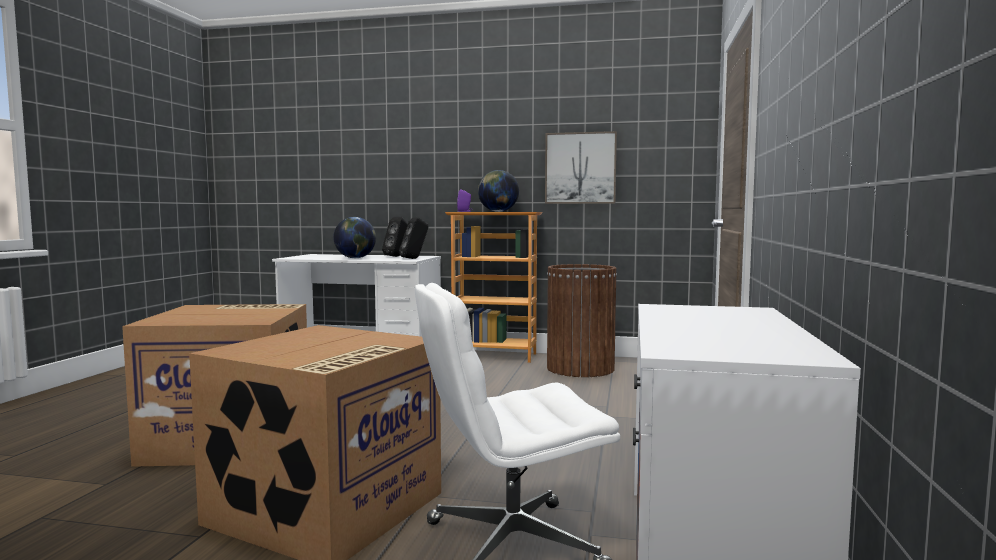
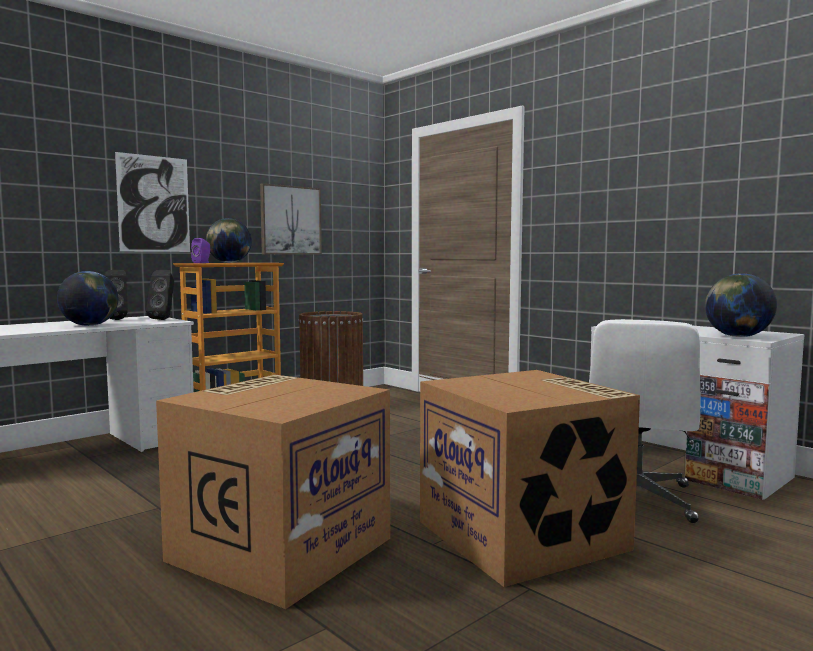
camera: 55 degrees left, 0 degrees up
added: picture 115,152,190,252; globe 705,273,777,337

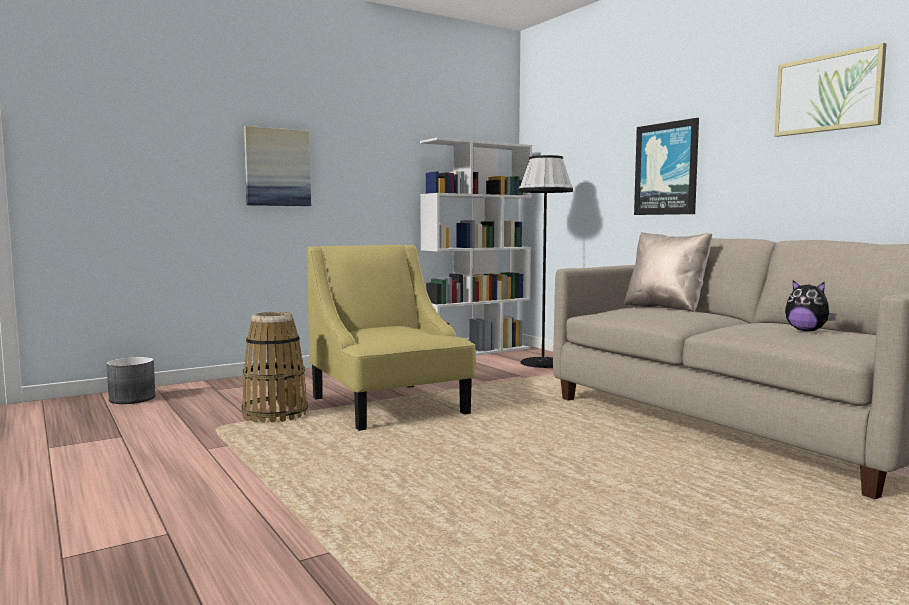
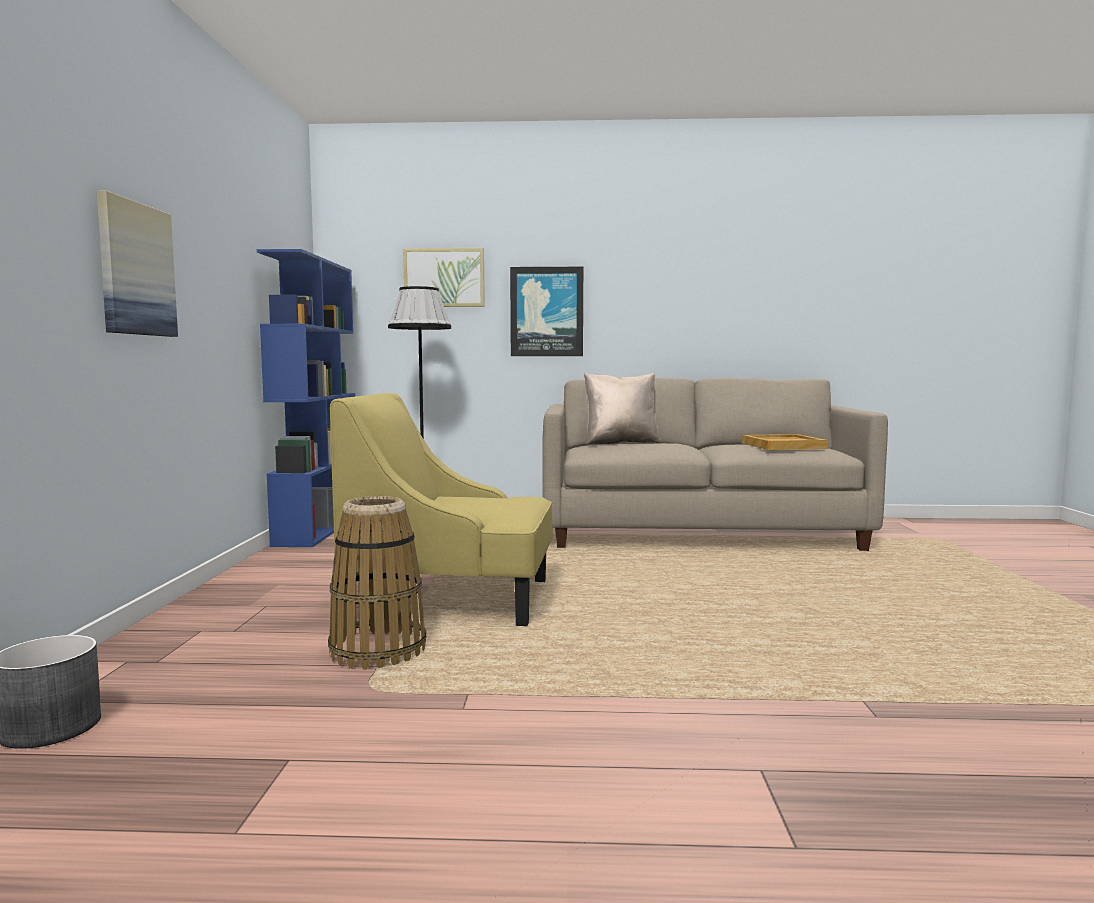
camera: 55 degrees left, 0 degrees up
moved: picture 774,43,887,137 to 403,248,485,307
replaced: plush toy 785,280,836,331 to beige tray 742,434,828,450
recoloured: white bookcase 420,137,532,355 to blue bookcase 257,249,355,547

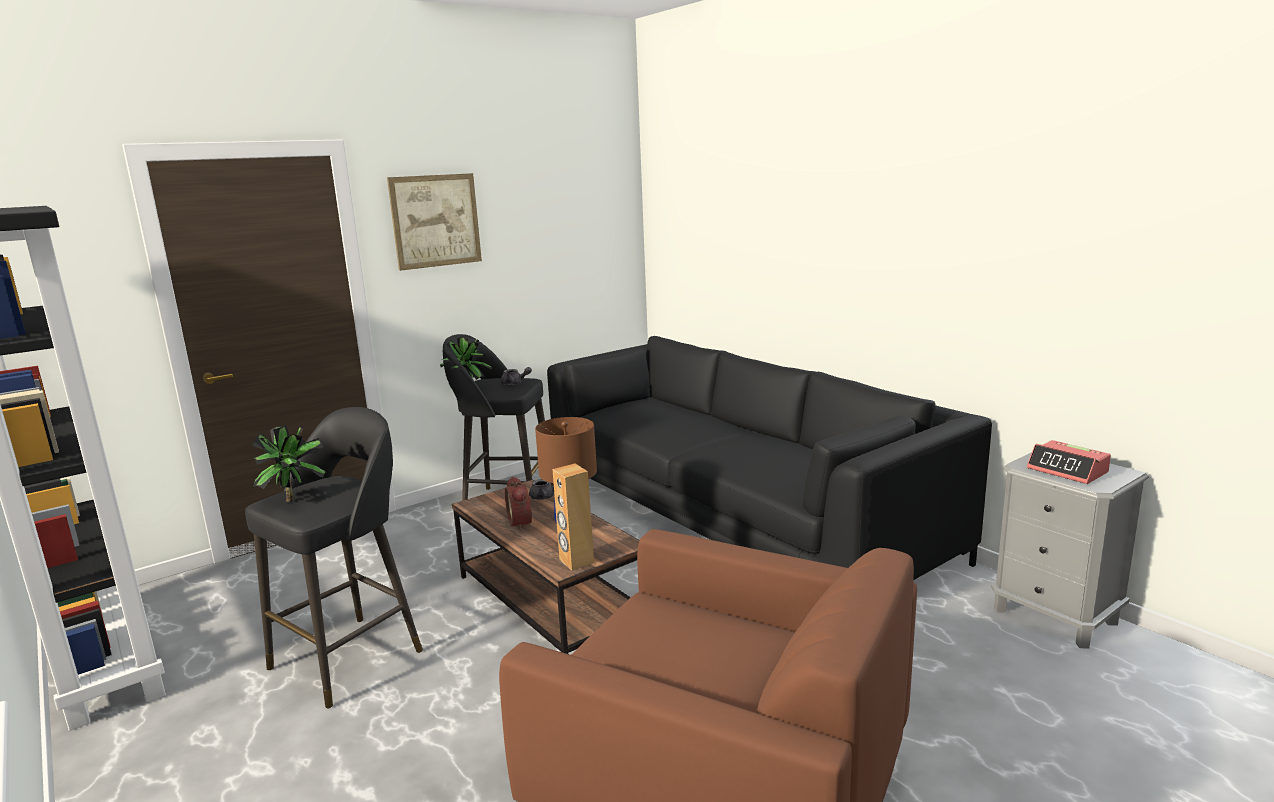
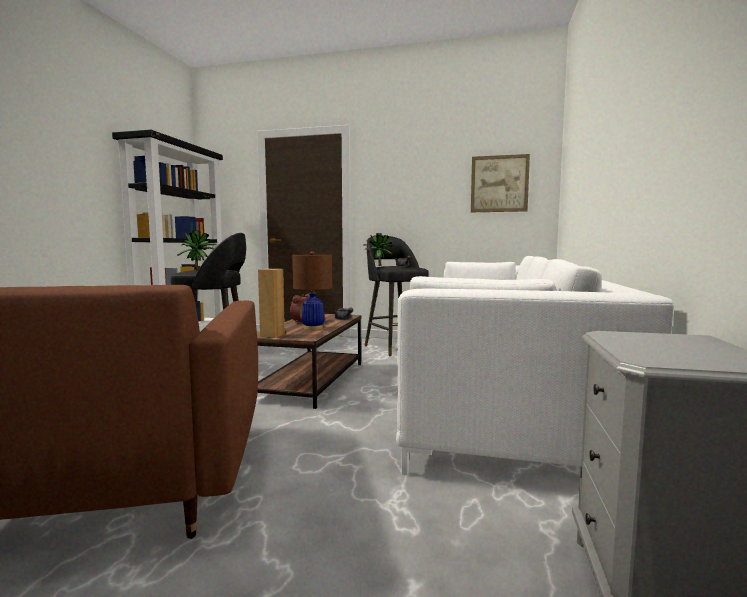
camera: 50 degrees right, 10 degrees down
removed: alarm clock 1027,440,1111,484
moved: picture 387,173,482,271 to 471,154,530,212
recoloured: black sofa 547,336,992,580 to white sofa 396,256,674,475

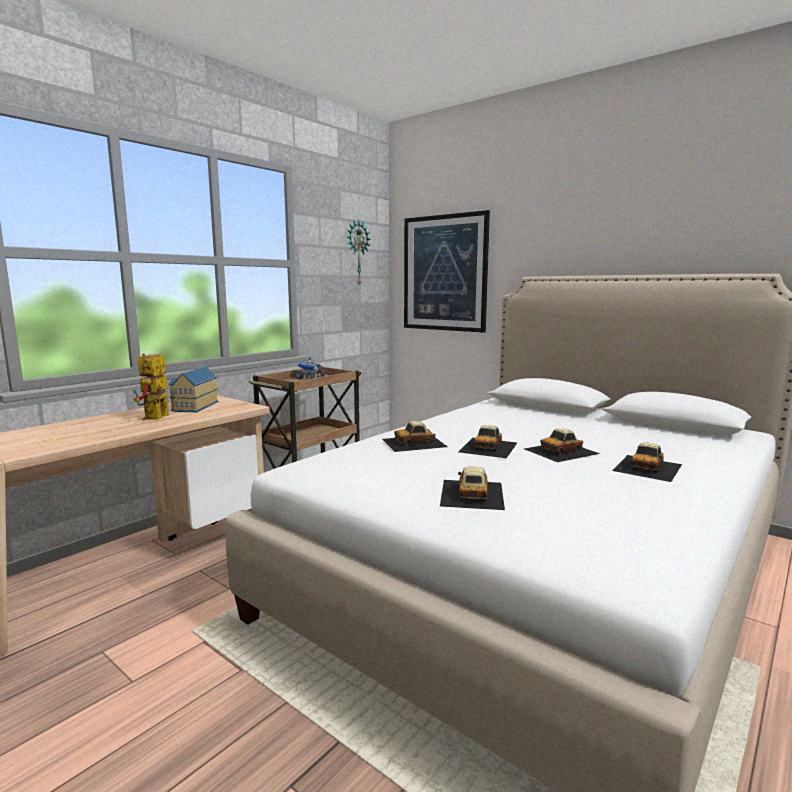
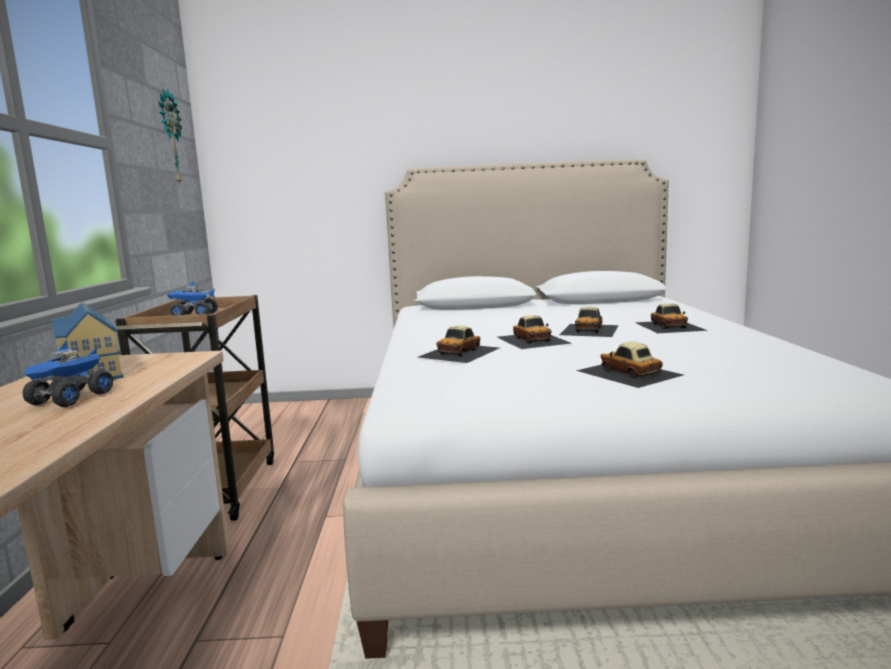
camera: 40 degrees left, 0 degrees up
removed: picture 404,210,490,333
replaced: toy robot 133,353,169,420 to toy truck 23,340,113,407

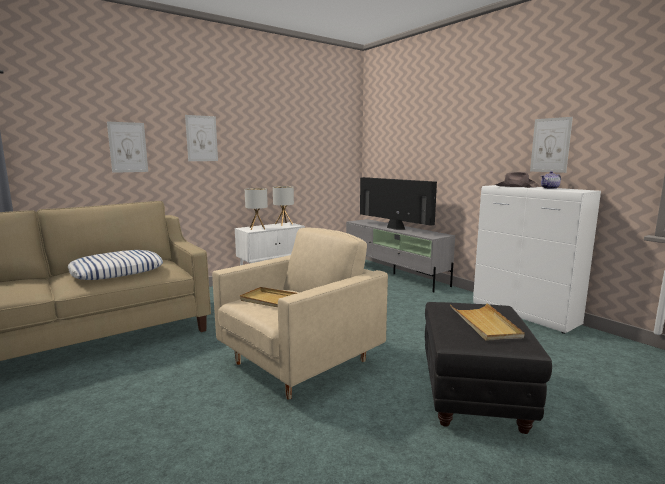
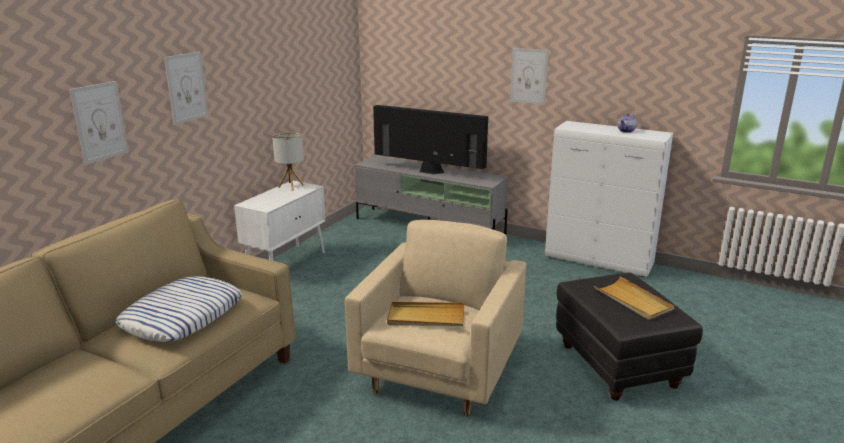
camera: 25 degrees left, 10 degrees up
removed: table lamp 245,188,268,230; brown hat 495,172,539,188
moved: picture 530,117,573,173 to 510,48,548,105

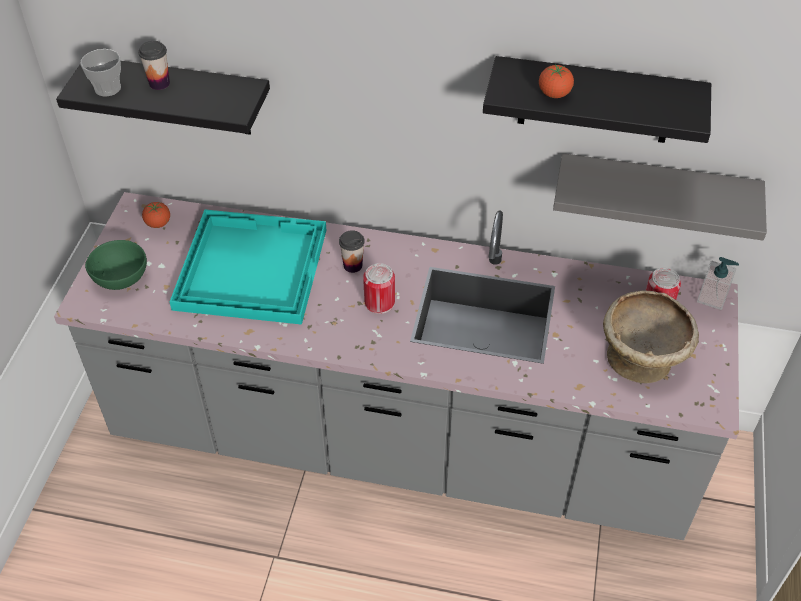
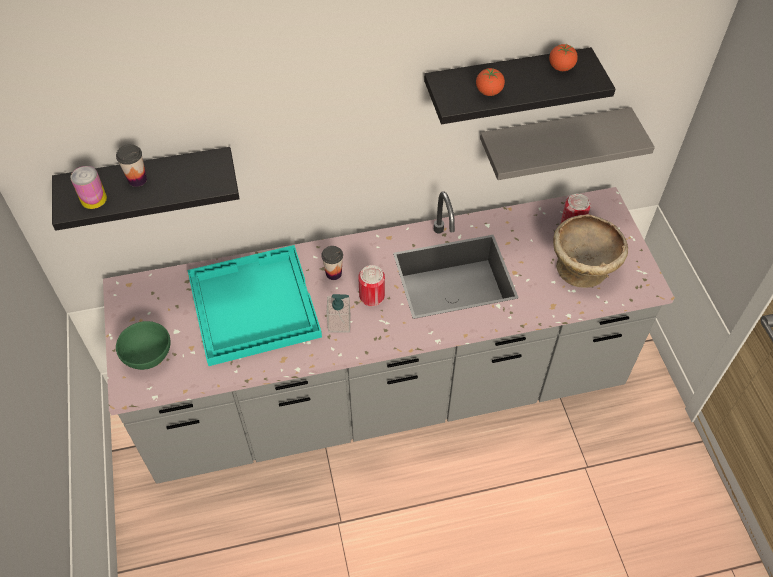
camera: 25 degrees left, 5 degrees up
moved: tomato 142,202,170,228 to 549,44,578,71; soap dispenser 697,257,739,310 to 326,294,350,332
replaced: cup 80,49,121,97 to can 70,166,107,209

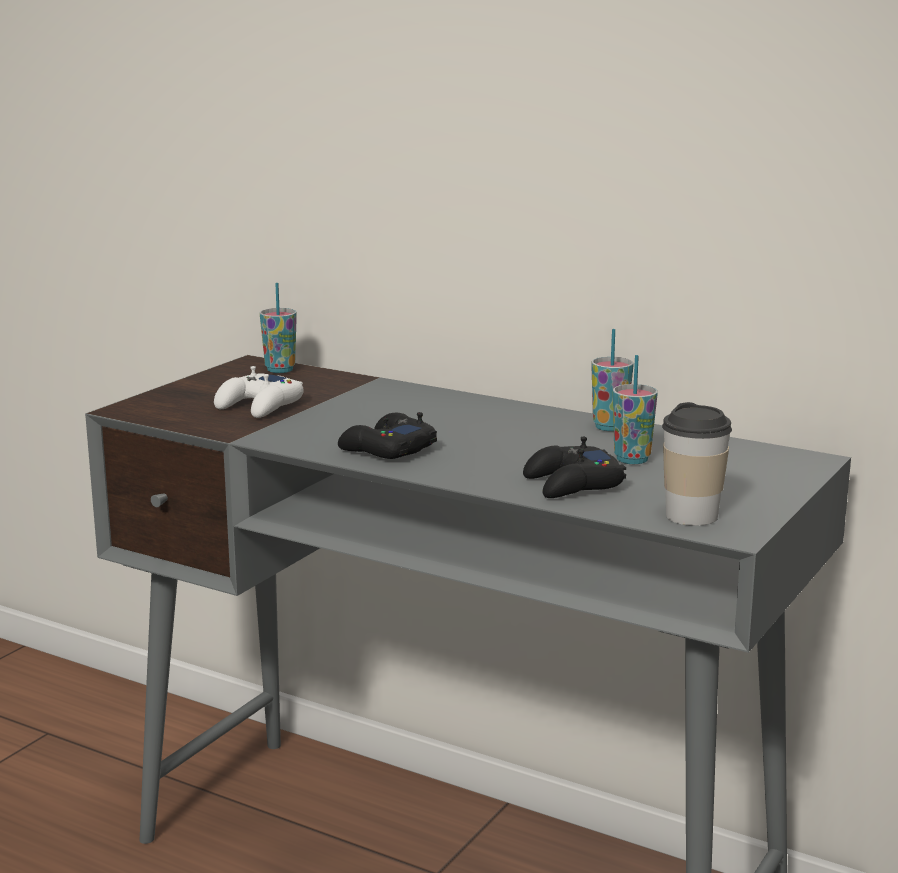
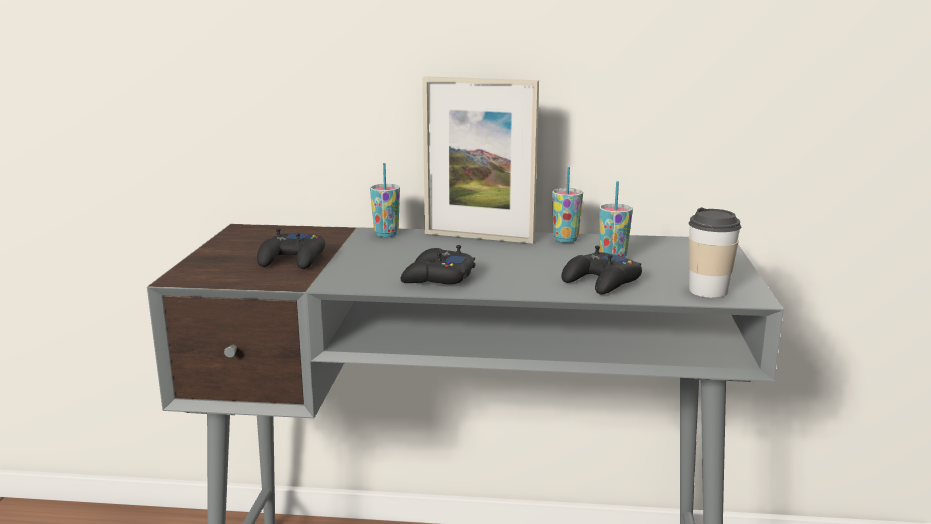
camera: 25 degrees left, 0 degrees up
added: picture frame 422,76,539,244
moved: cup 260,283,297,373 to 370,163,400,237
recoloured: white game controller 214,366,304,418 to black game controller 257,228,325,269

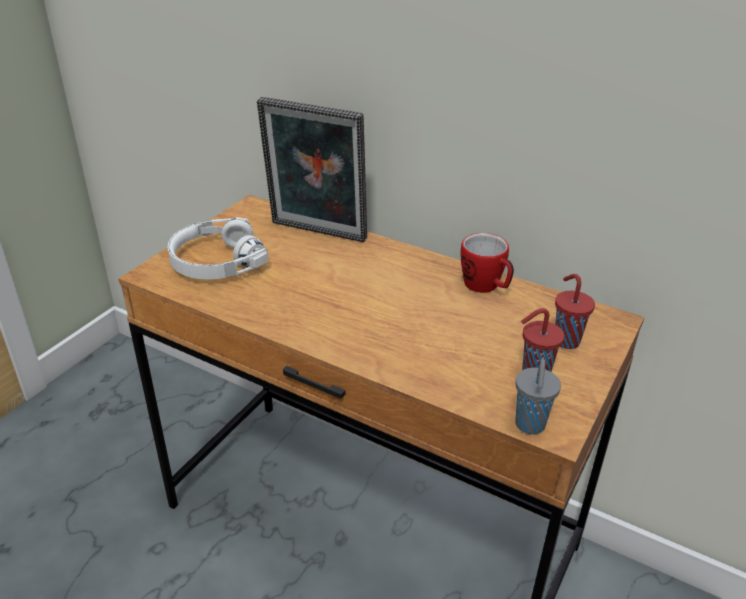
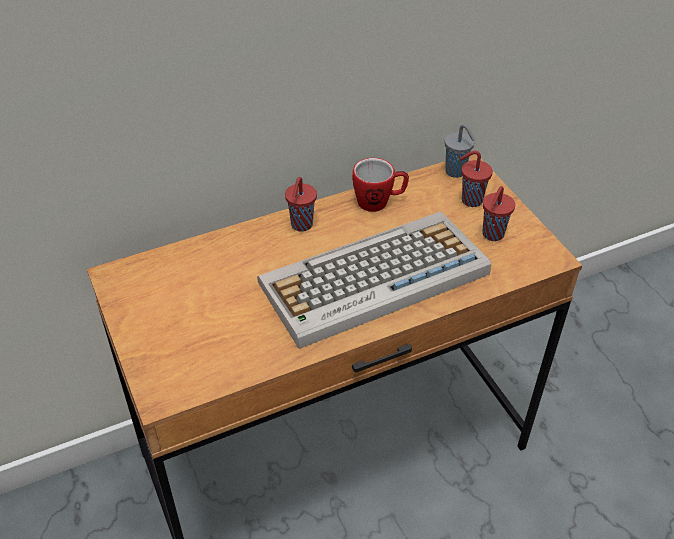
camera: 55 degrees left, 10 degrees up
removed: white headphones 168,217,268,279; picture frame 257,97,367,242
added: keyboard 257,211,491,349; red cup 285,177,317,232
moved: grey cup 515,359,561,434 to 444,124,475,178

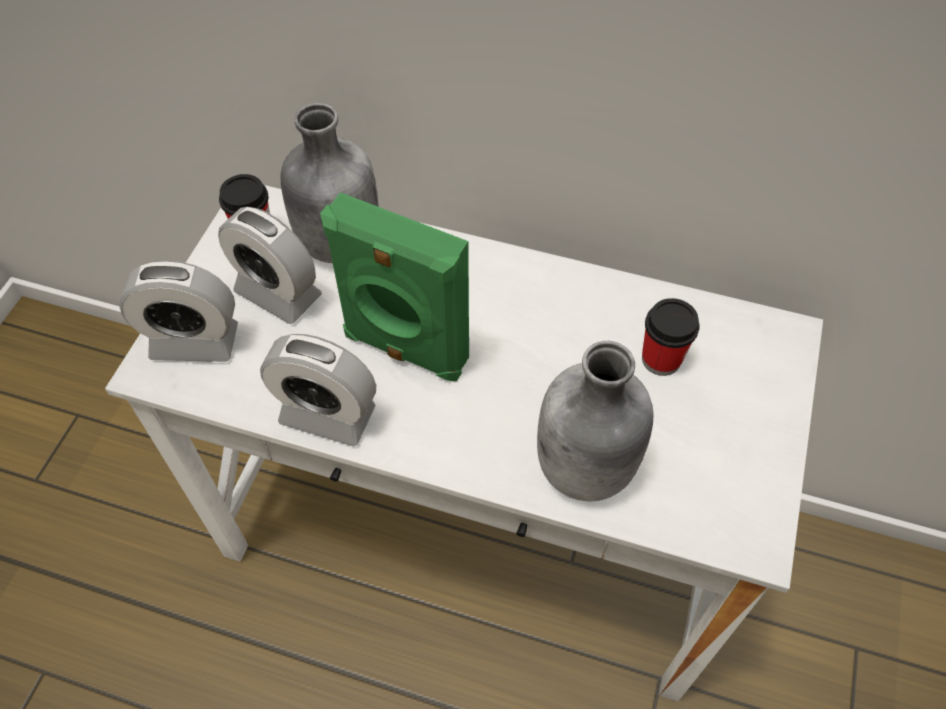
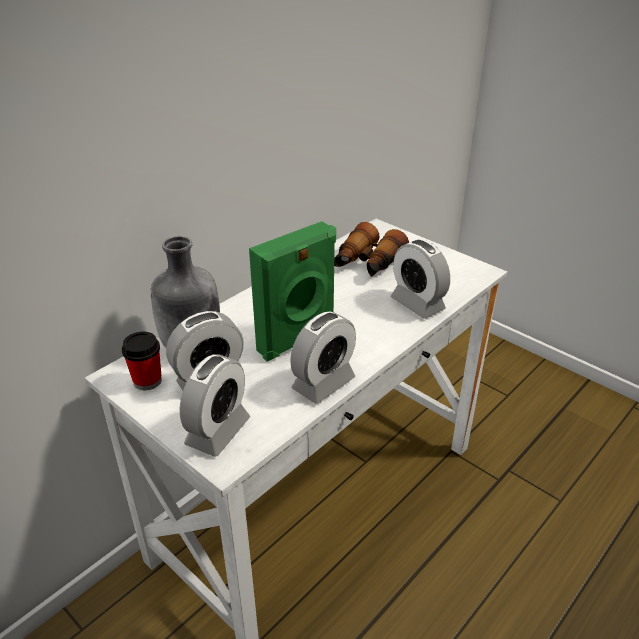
camera: 65 degrees left, 20 degrees down
replaced: grey bottle 537,341,654,501 to alarm clock 391,239,450,319; cup 642,298,700,376 to binoculars 334,222,409,277

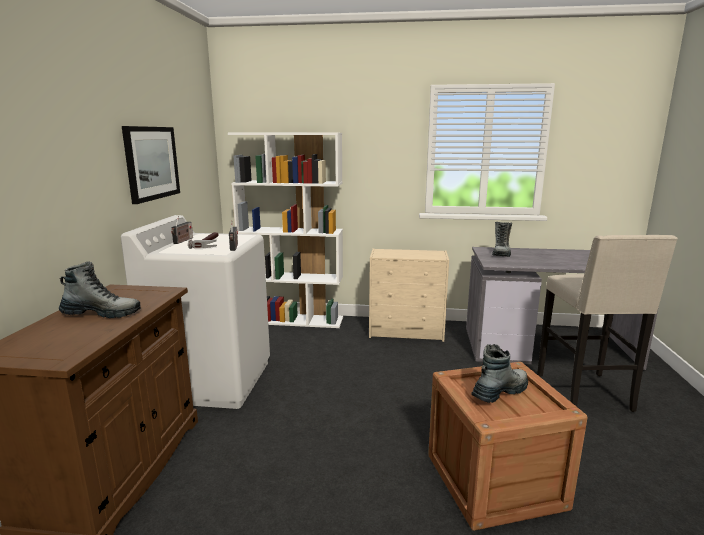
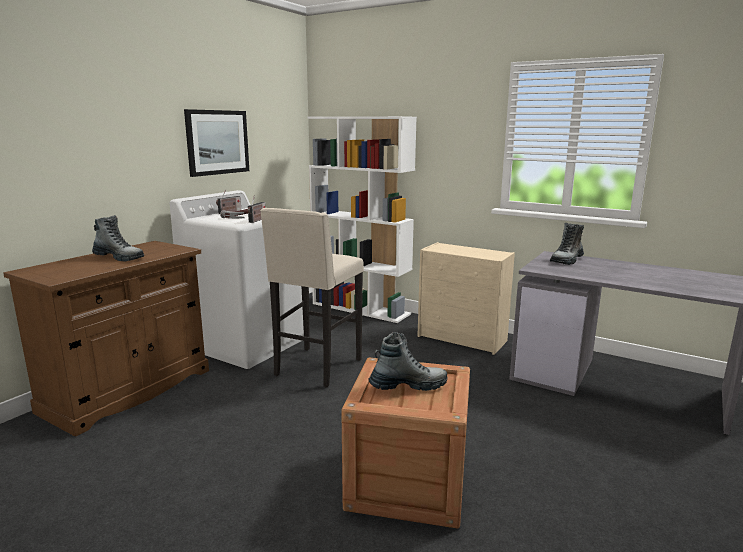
camera: 25 degrees right, 0 degrees up
moved: beige stool 537,235,678,412 to 260,208,364,387

